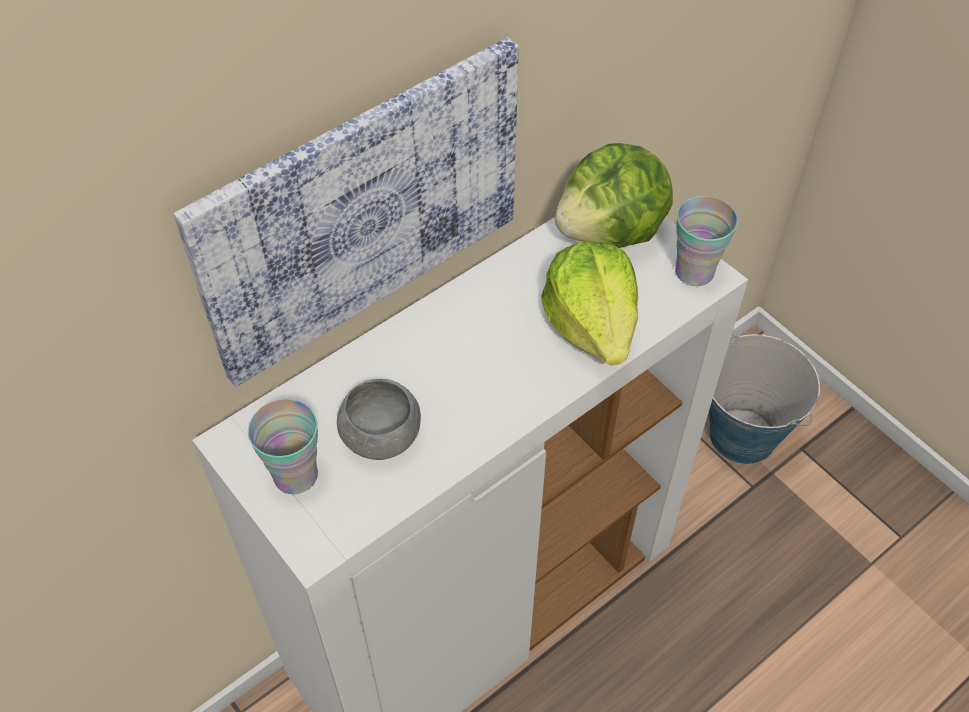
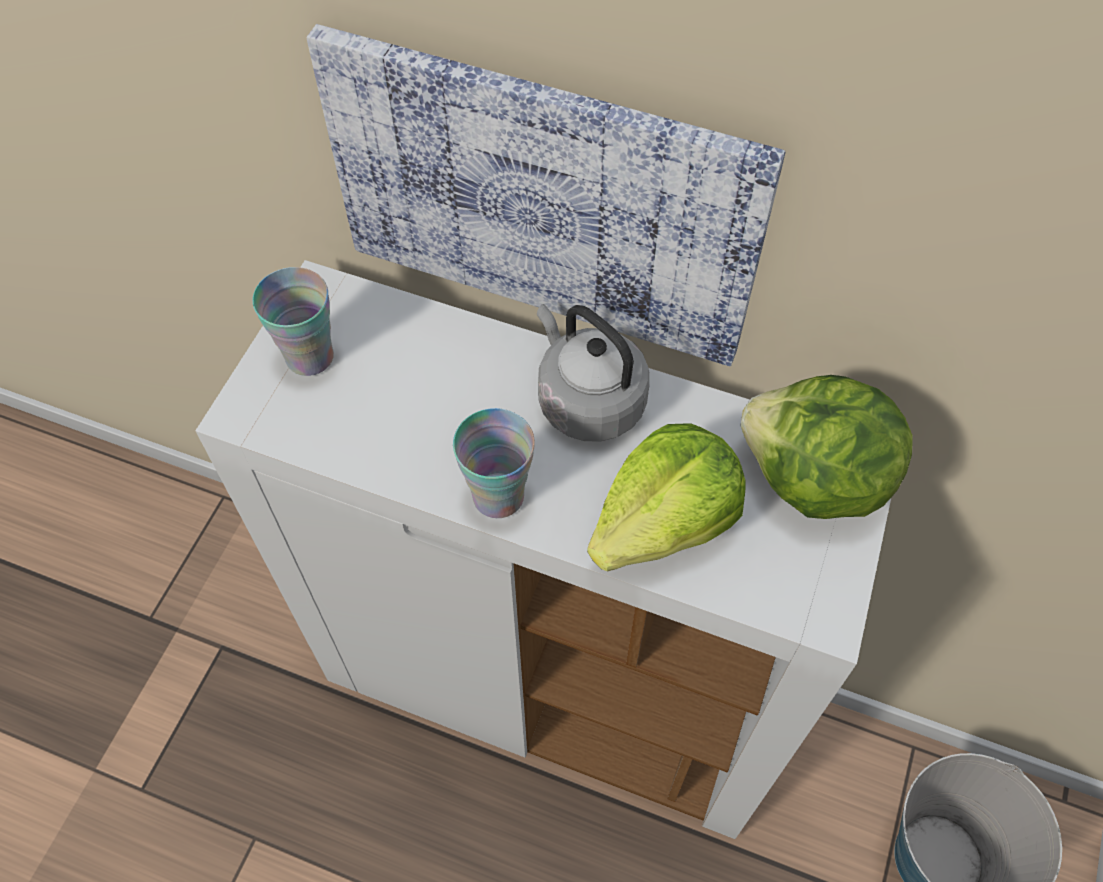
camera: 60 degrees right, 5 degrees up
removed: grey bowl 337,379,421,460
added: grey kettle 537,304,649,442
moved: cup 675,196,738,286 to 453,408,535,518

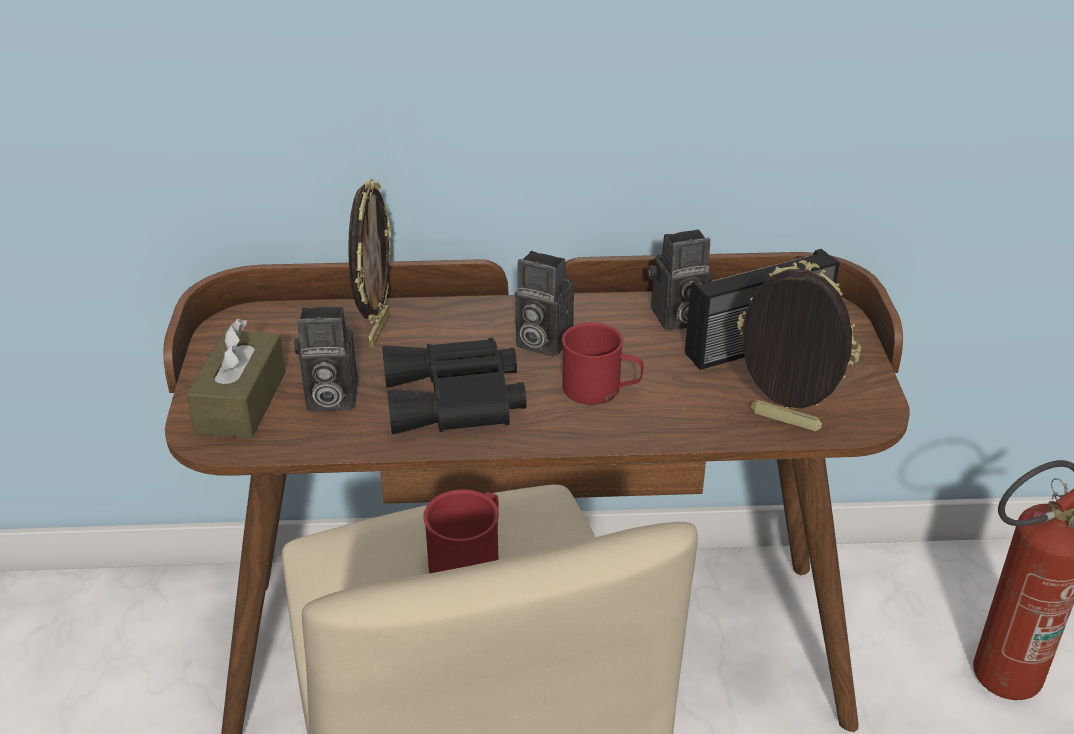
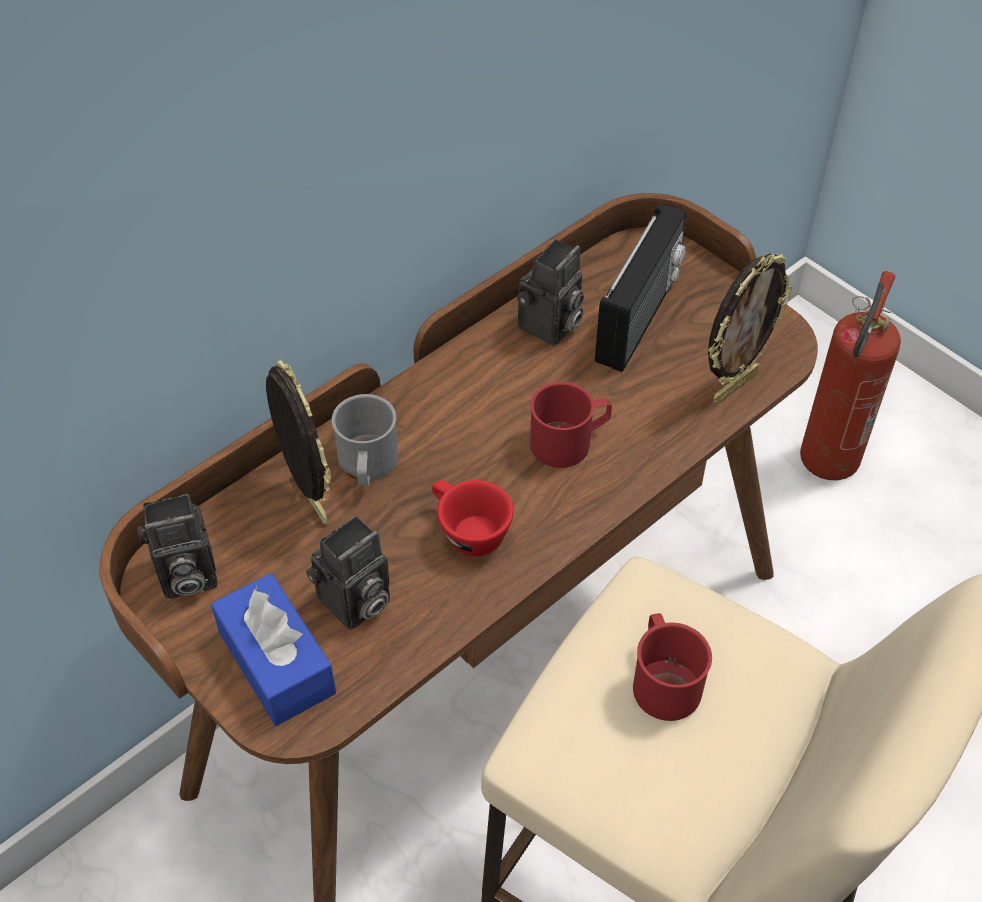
camera: 40 degrees left, 15 degrees up
added: grey mug 332,394,398,486
moved: photo camera 515,251,574,357 to 137,494,218,598
replaced: black binoculars 382,338,527,434 to red cup 432,480,514,557
recoloured: brown tissue box 186,319,286,438 to blue tissue box 211,573,336,726
turned: picture frame 737,260,861,431 = 708,253,792,405 150 degrees clockwise

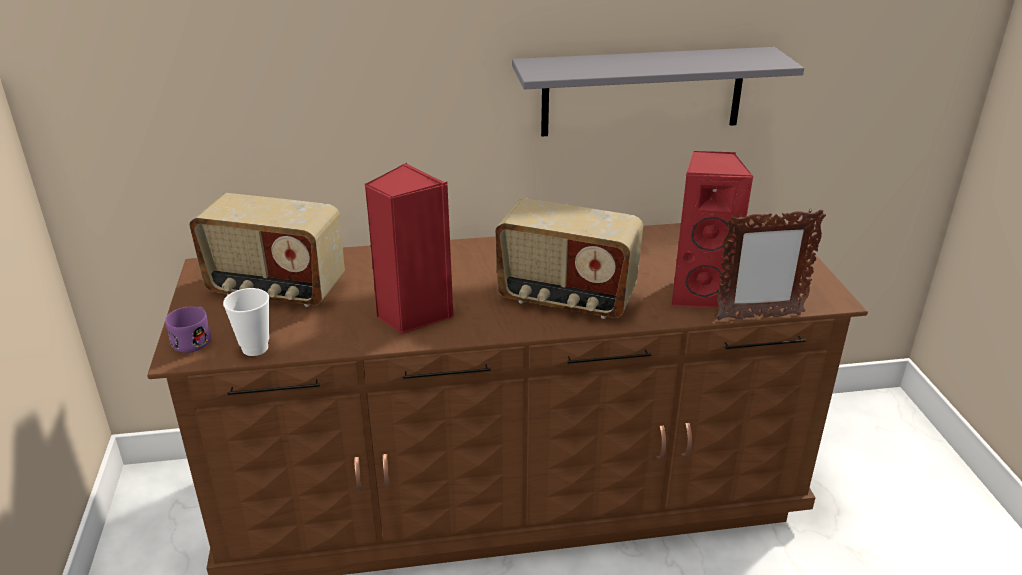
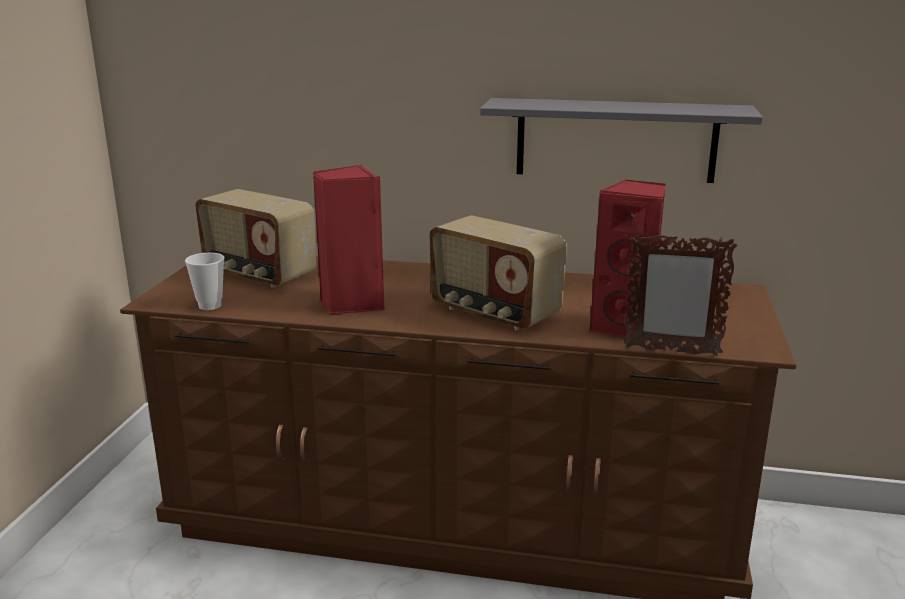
camera: 20 degrees right, 10 degrees down
removed: purple mug 165,306,211,353

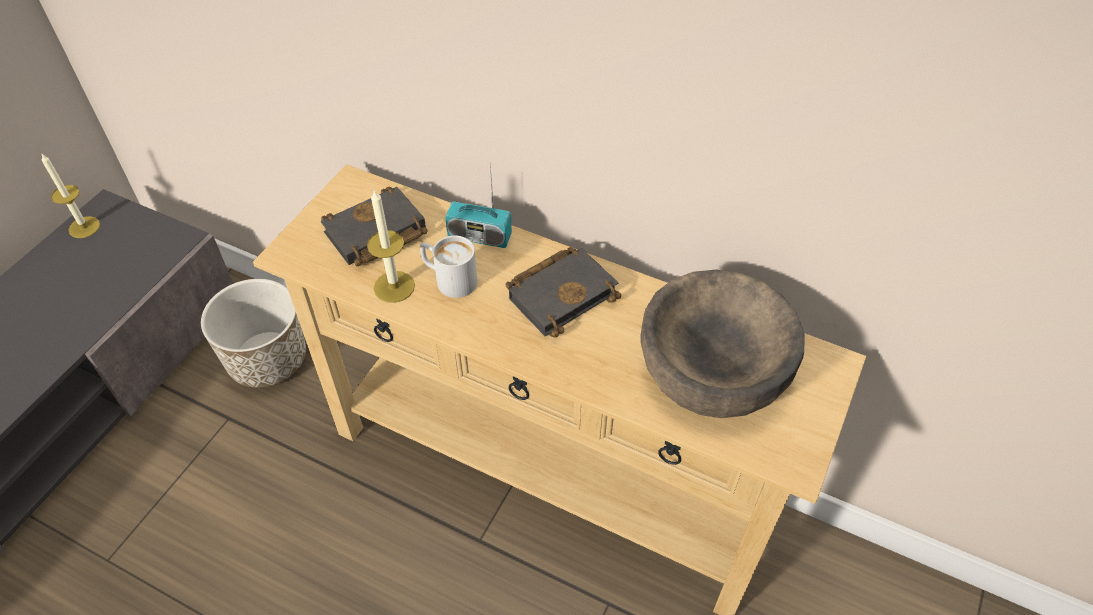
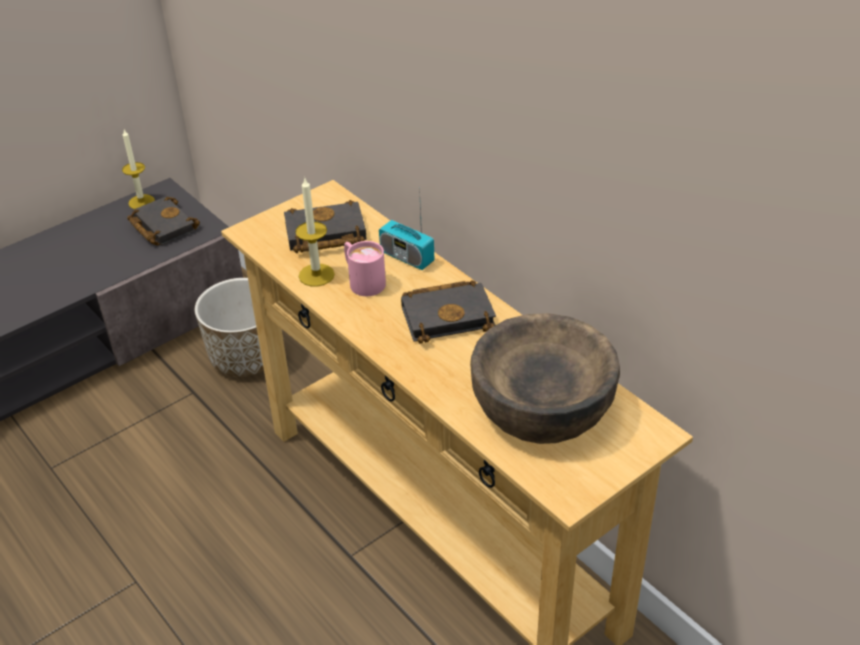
camera: 25 degrees right, 10 degrees down
added: black book 127,196,200,246
recoloured: white mug 420,236,478,298 to pink mug 344,241,386,296

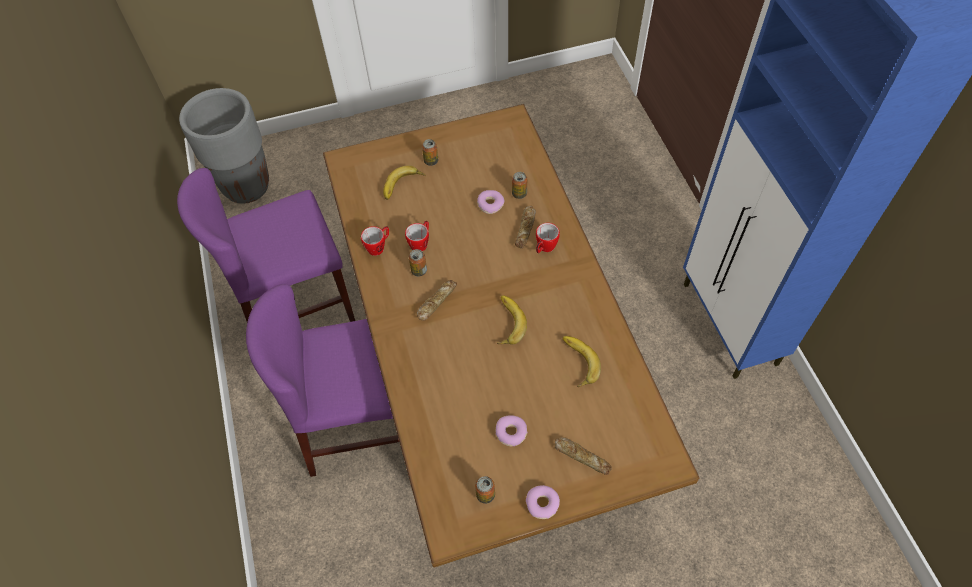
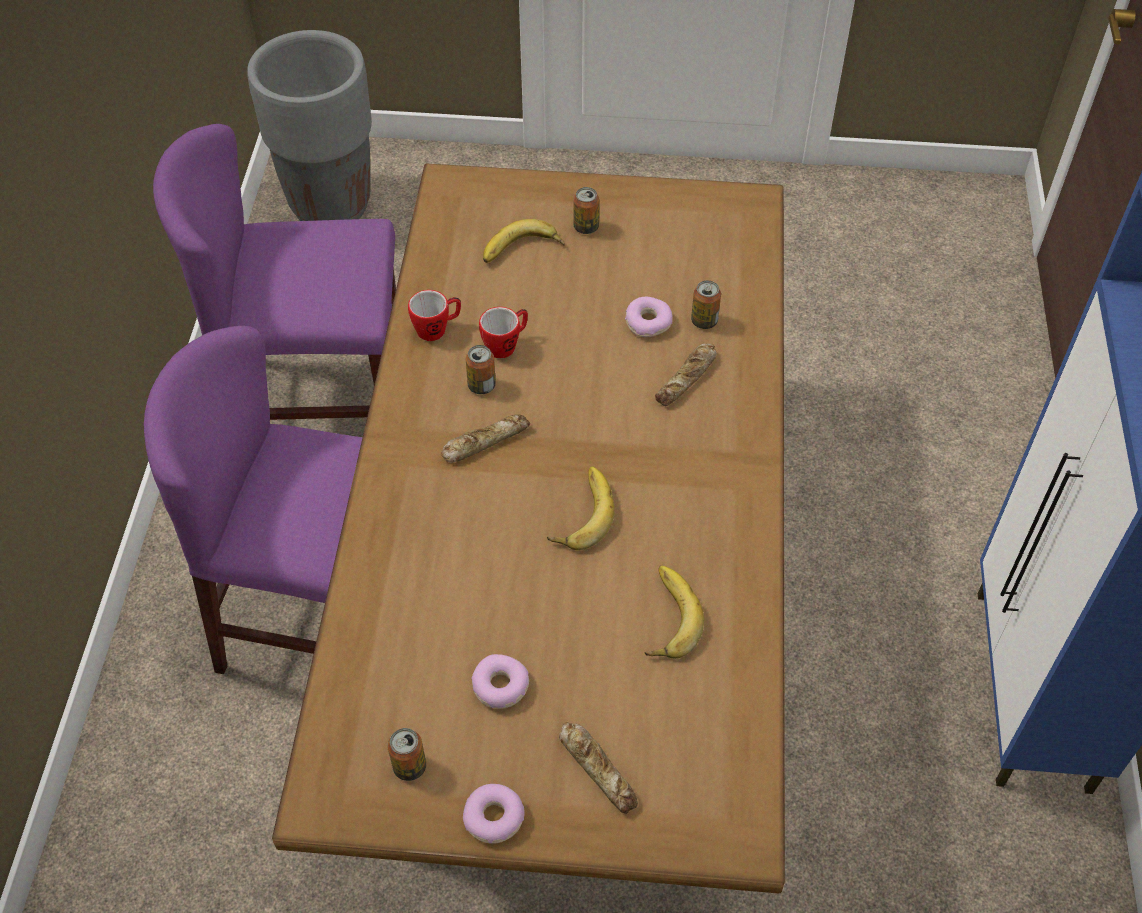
camera: 20 degrees right, 5 degrees down
removed: mug 536,223,560,253

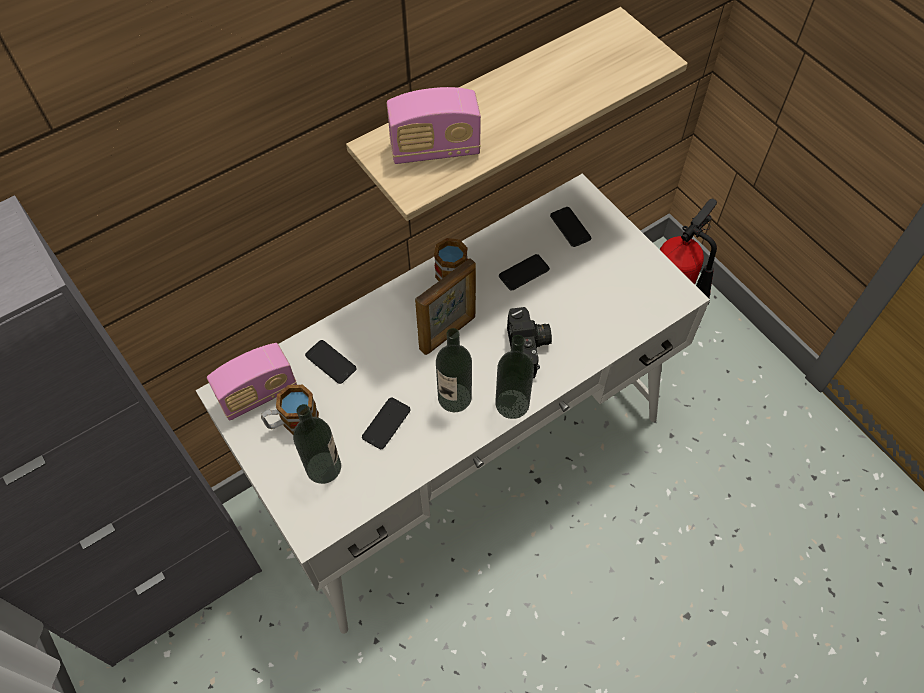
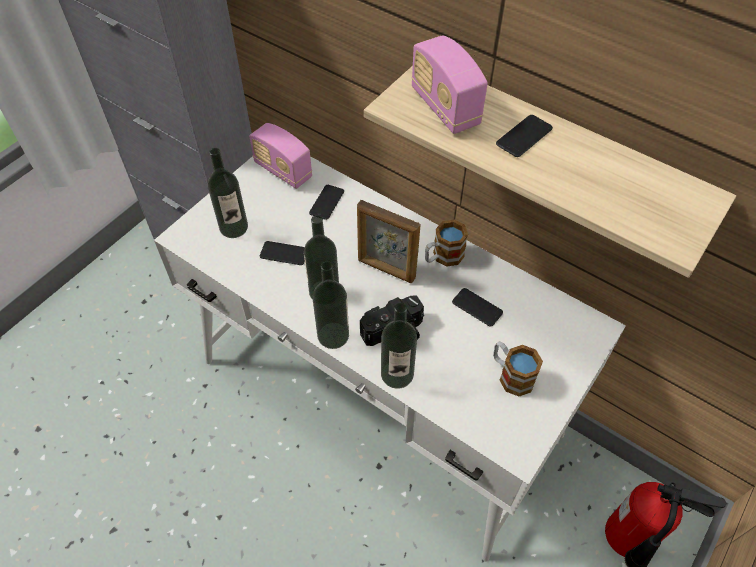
camera: 70 degrees right, 5 degrees down
added: bottle 381,303,417,389
moved: mug 261,385,319,435 to 493,341,543,397; phone 550,207,592,247 to 496,115,553,157

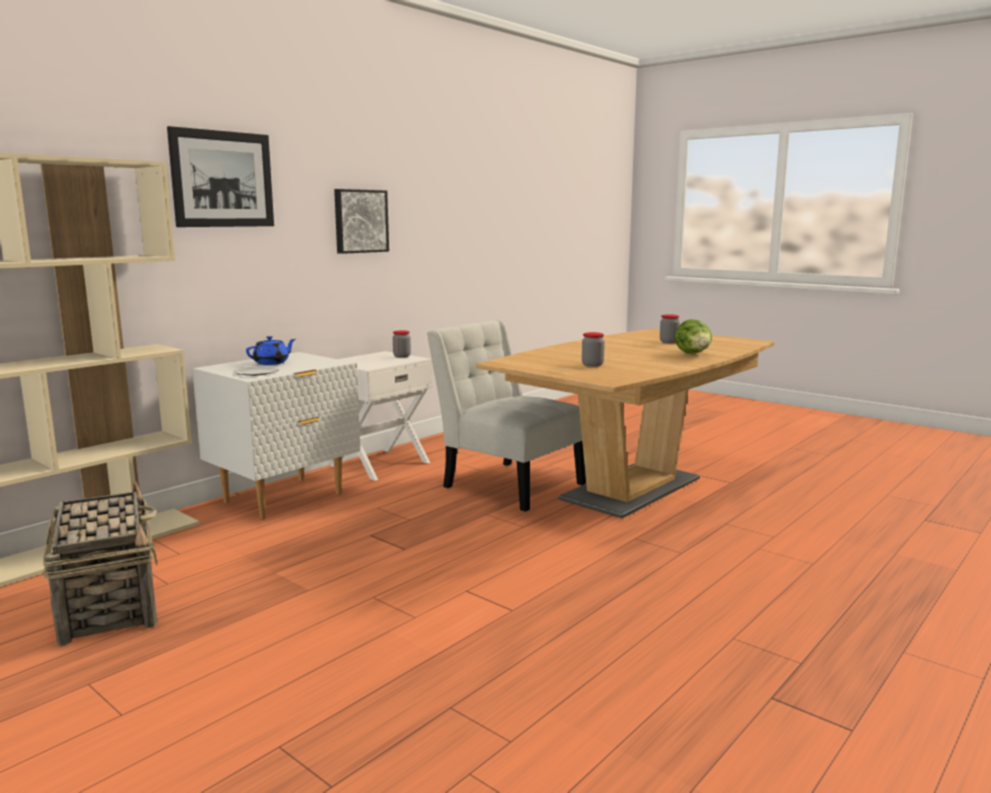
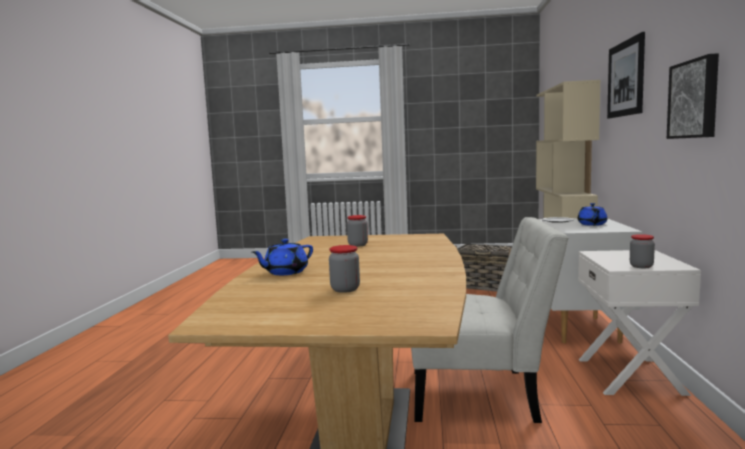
camera: 145 degrees right, 5 degrees down
replaced: lettuce 675,319,712,354 to blue teapot 252,239,313,275

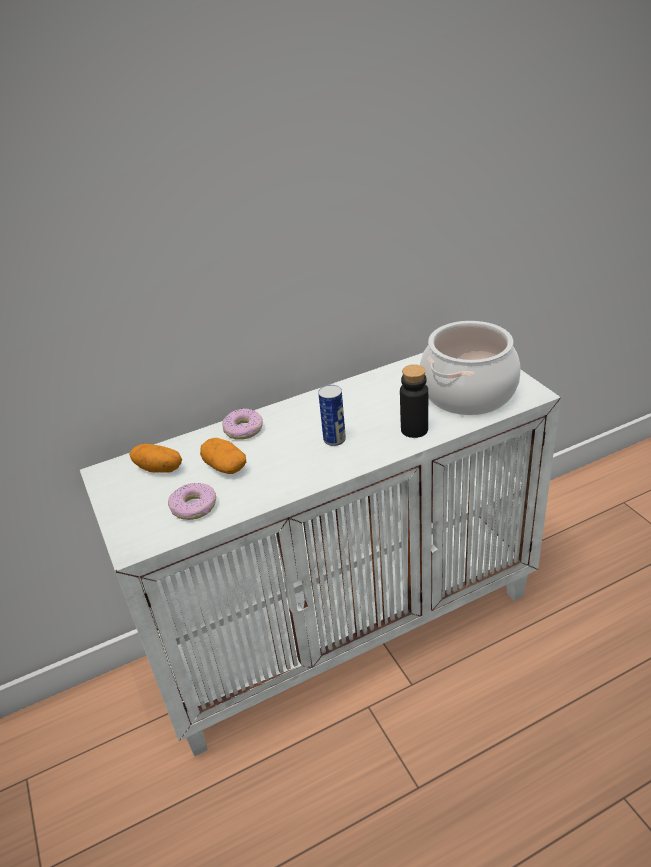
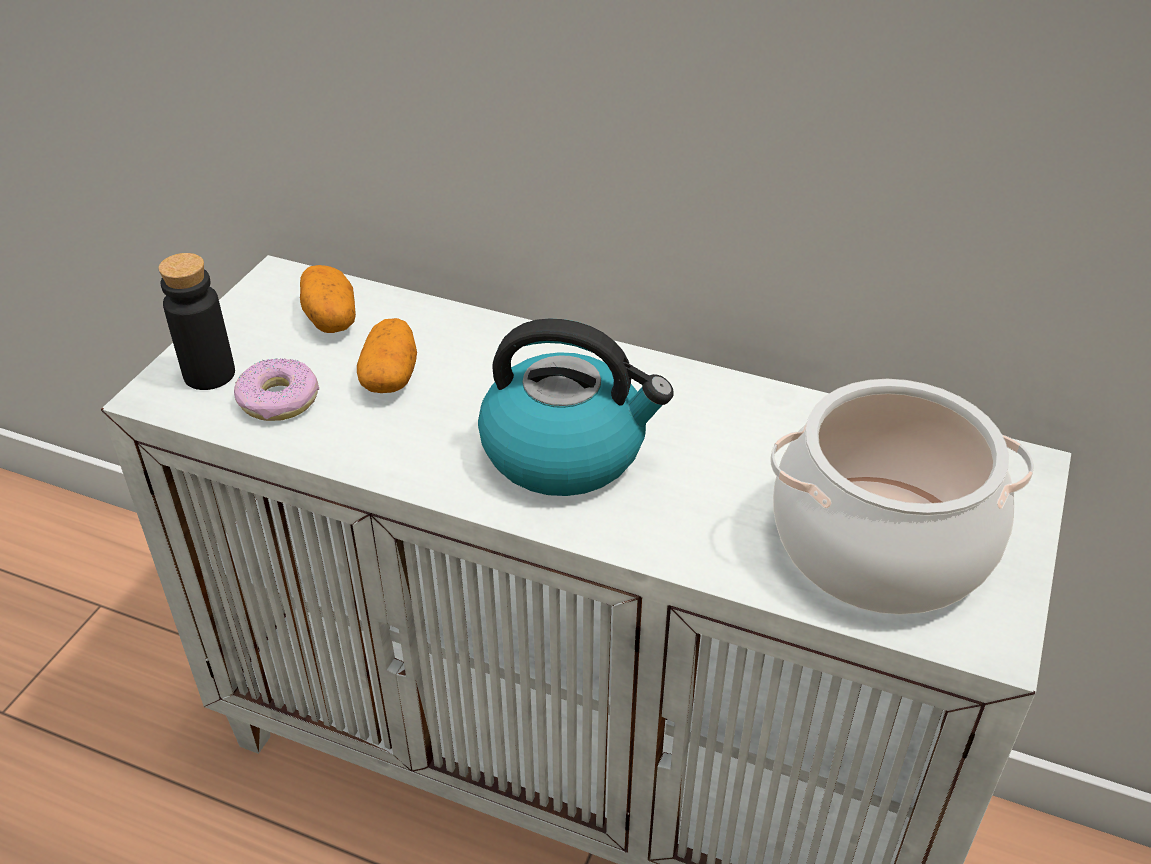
camera: 45 degrees right, 5 degrees up
removed: donut 222,408,263,440
moved: black bottle 400,364,428,438 to 158,253,235,390
replaced: can 318,385,346,446 to kettle 478,318,674,496

